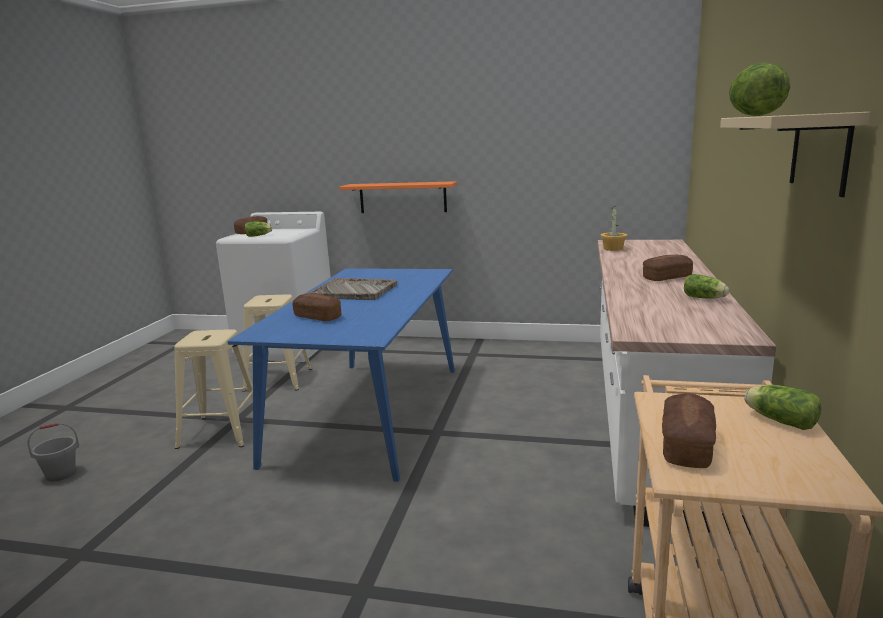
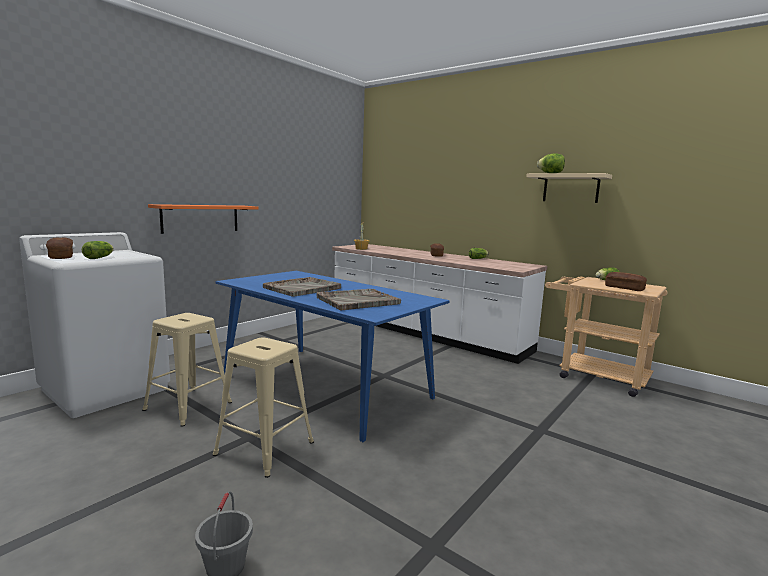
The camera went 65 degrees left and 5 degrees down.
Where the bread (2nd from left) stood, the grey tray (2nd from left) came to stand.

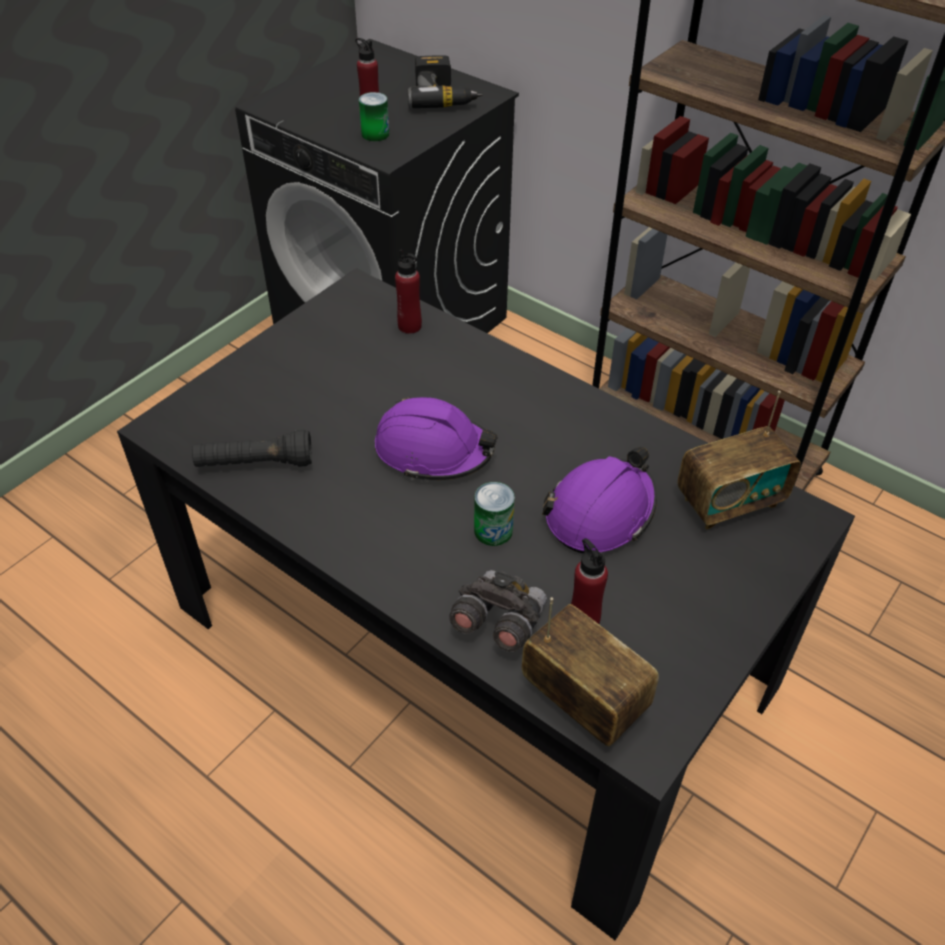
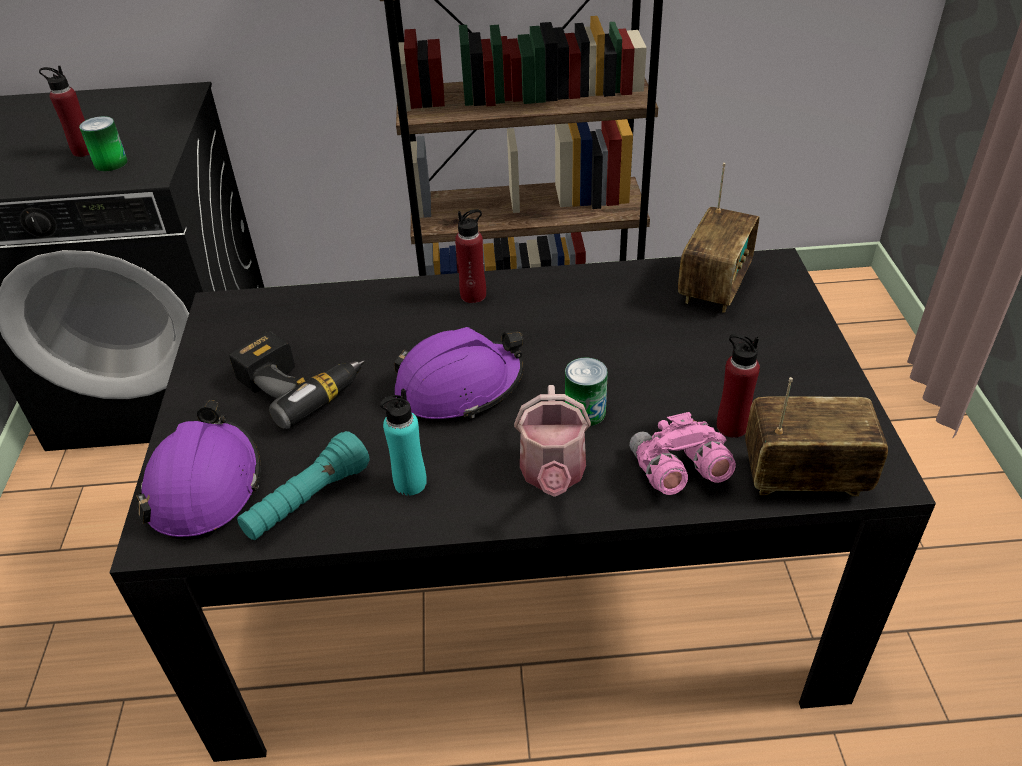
The camera went 40 degrees left and 5 degrees down.
What was the black flashlight turned into the turquoise flashlight.
The red bottle (2nd from left) ended up elsewhere.
The power drill ended up elsewhere.
What was the grey binoculars turned into the pink binoculars.
The purple hard hat (2nd from left in the first image) ended up elsewhere.
The second view gained the turquoise bottle.
The second view gained the watering can.

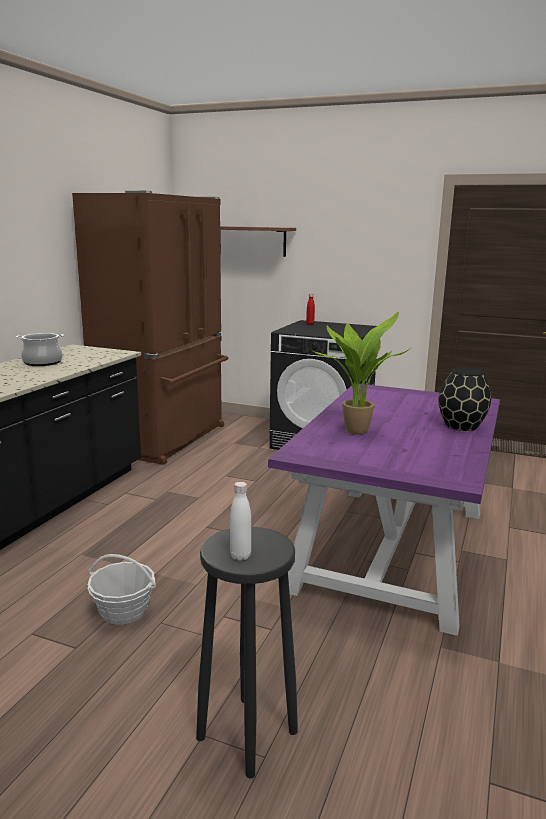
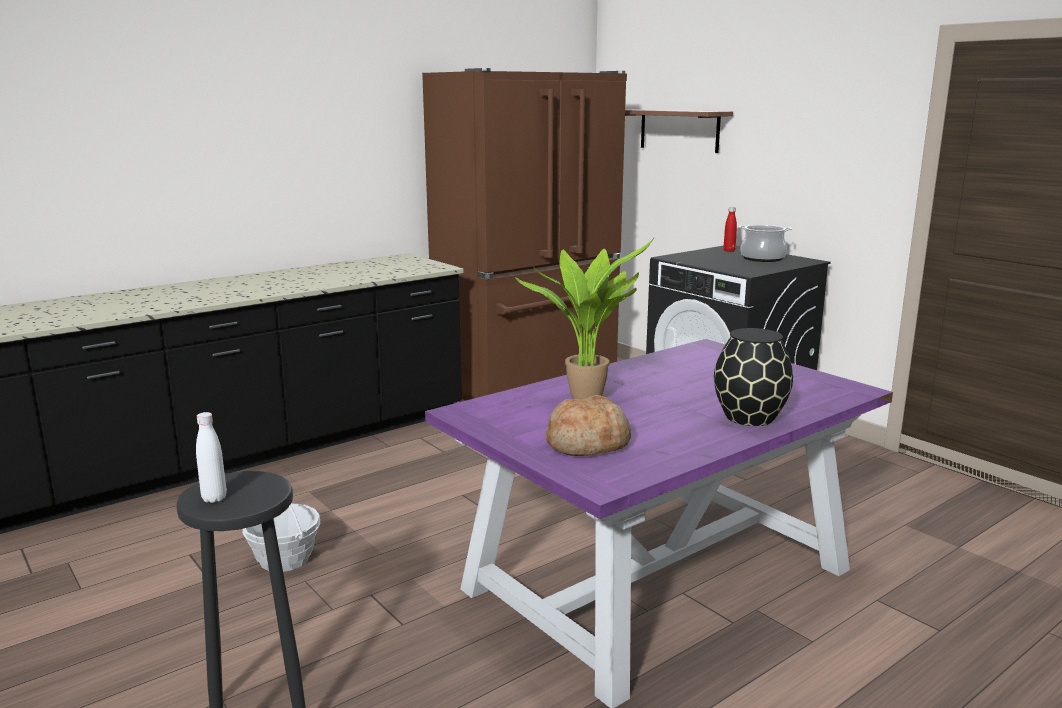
The camera went 30 degrees right and 0 degrees up.
The cooking pot ended up elsewhere.
The second view gained the bread.

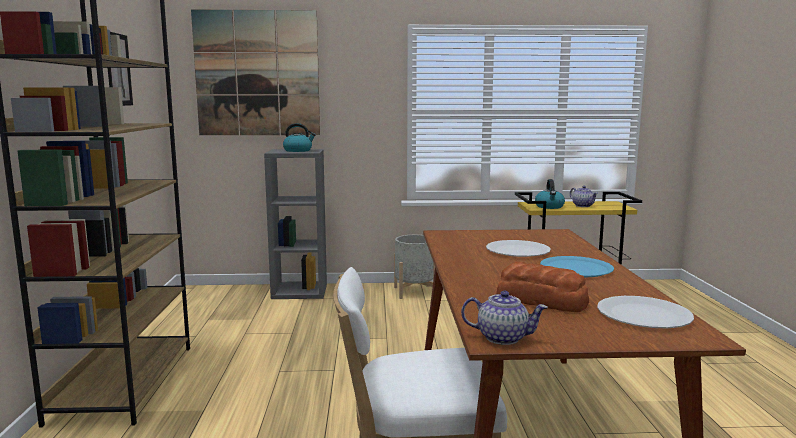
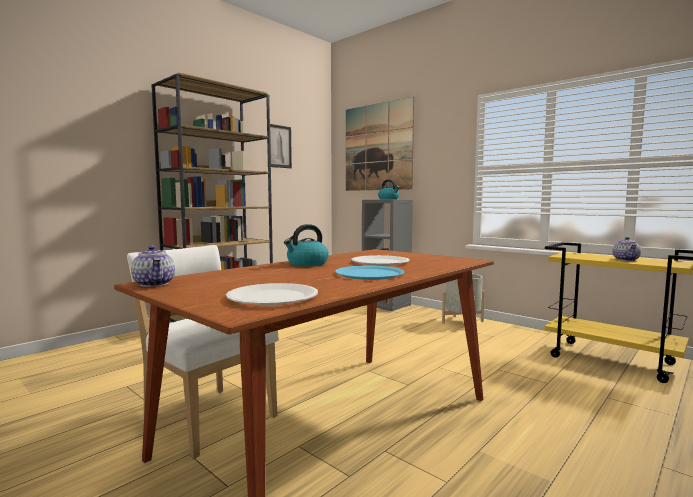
The camera went 45 degrees right and 5 degrees down.
The second view lost the bread.
The kettle (2nd from left in the first image) ended up elsewhere.

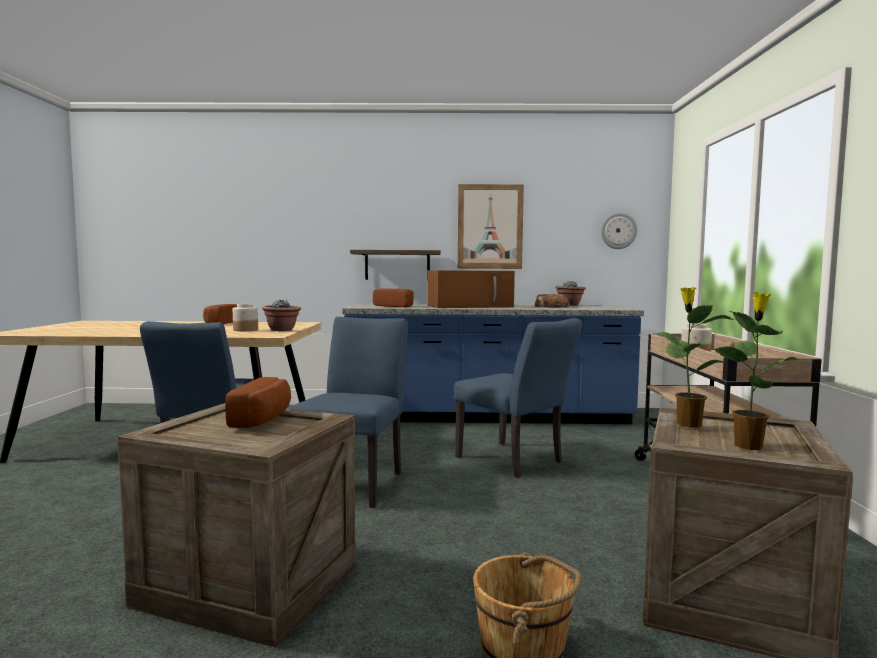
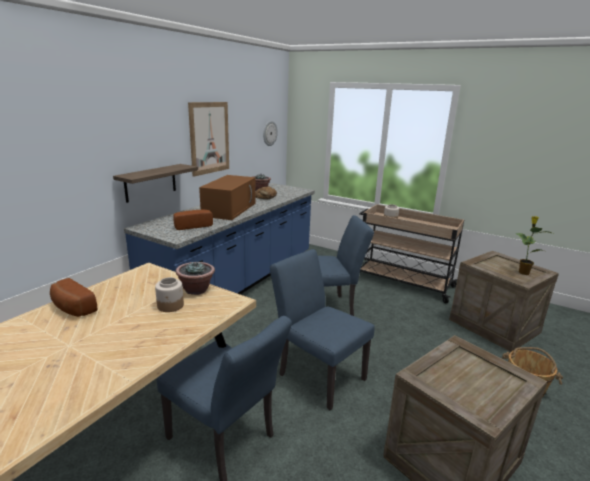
The camera went 60 degrees left and 15 degrees up.
The second view lost the bread (2nd from left).
The second view lost the potted plant (3rd from left).

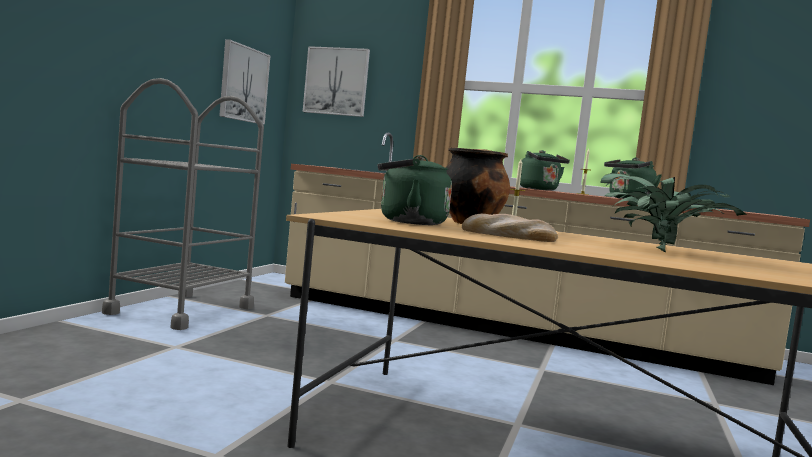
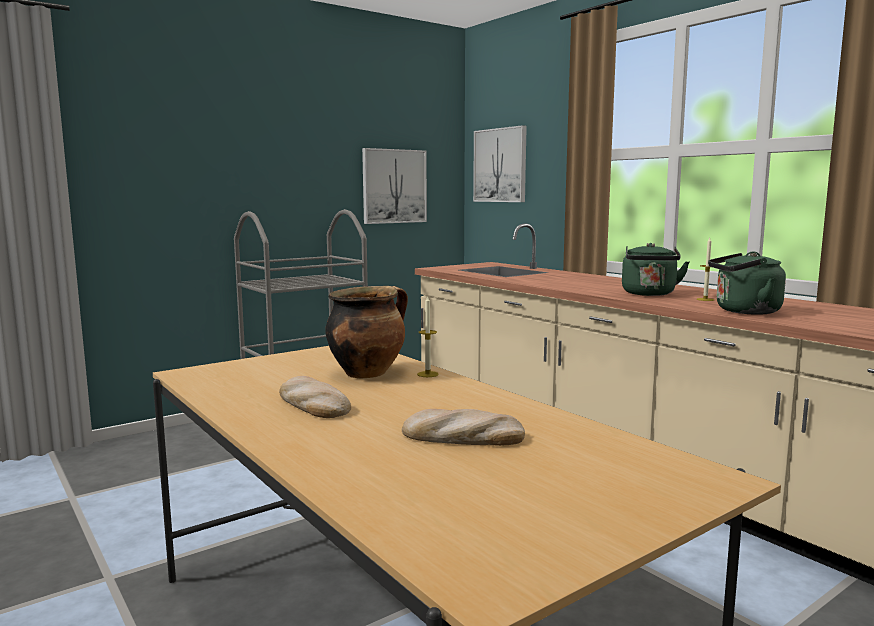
The camera went 35 degrees right and 5 degrees up.
The second view lost the green kettle (1st from left).
Where the potted plant stood, the bread (2nd from left) came to stand.

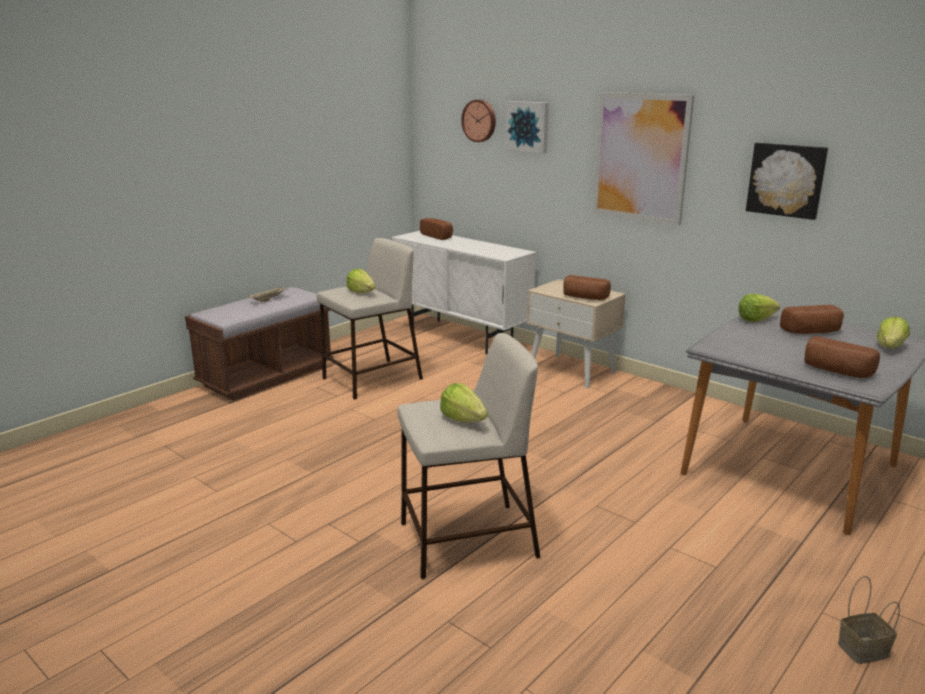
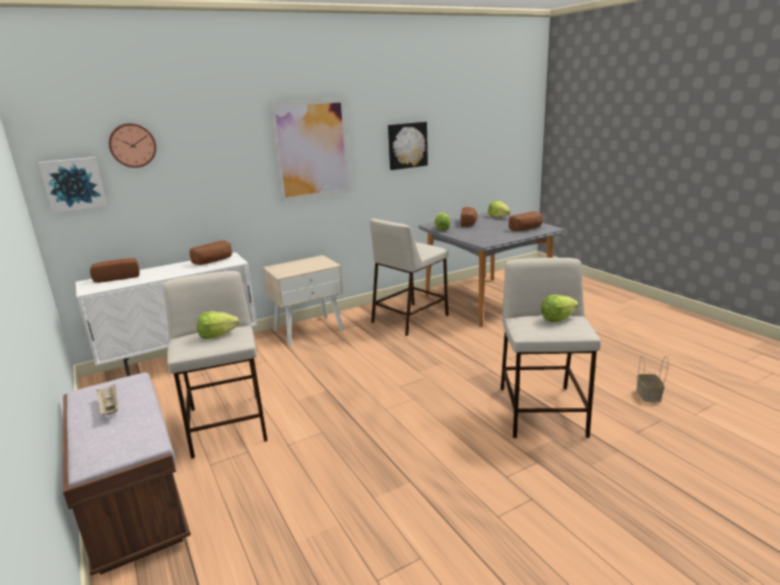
The camera went 70 degrees left and 0 degrees up.
The picture (1st from left) ended up elsewhere.
The bread (2nd from left) ended up elsewhere.
The basket ended up elsewhere.
The second view gained the beige stool (2nd from left).

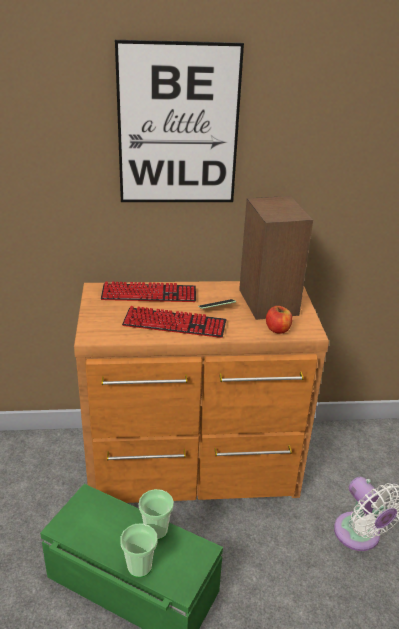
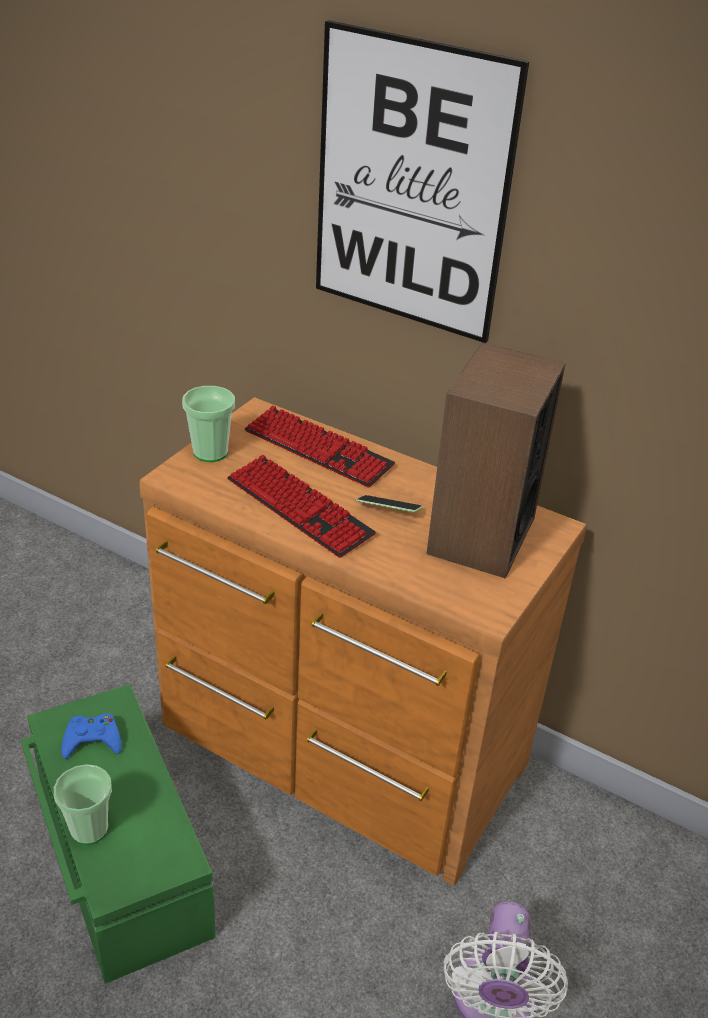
The camera went 35 degrees right and 5 degrees up.
The cup (2nd from left) ended up elsewhere.
The second view lost the apple.
The second view gained the blue game controller.

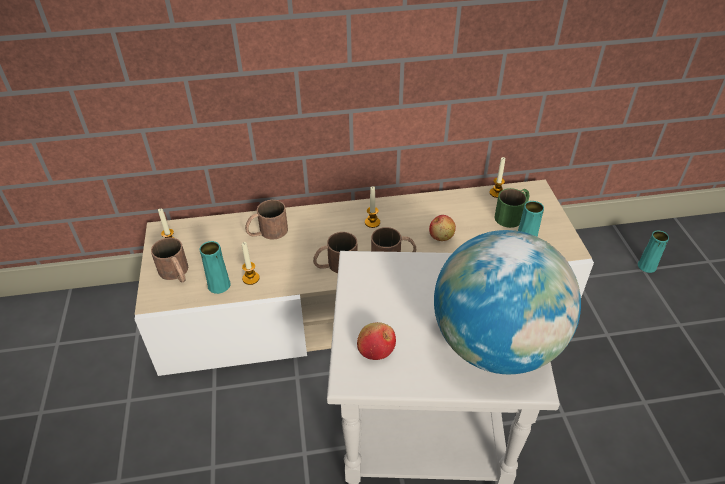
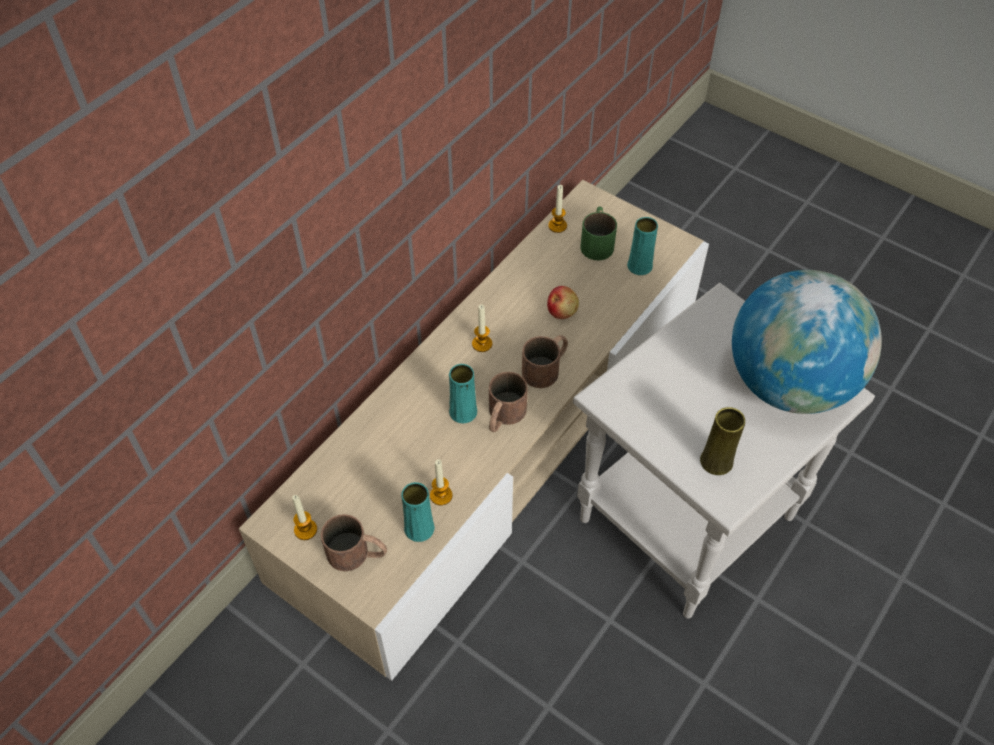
The camera went 45 degrees left and 10 degrees up.
The second view lost the brown mug (2nd from left).
Where the apple (1st from left) stood, the yellow vase came to stand.
The turquoise vase (3rd from left in the first image) ended up elsewhere.

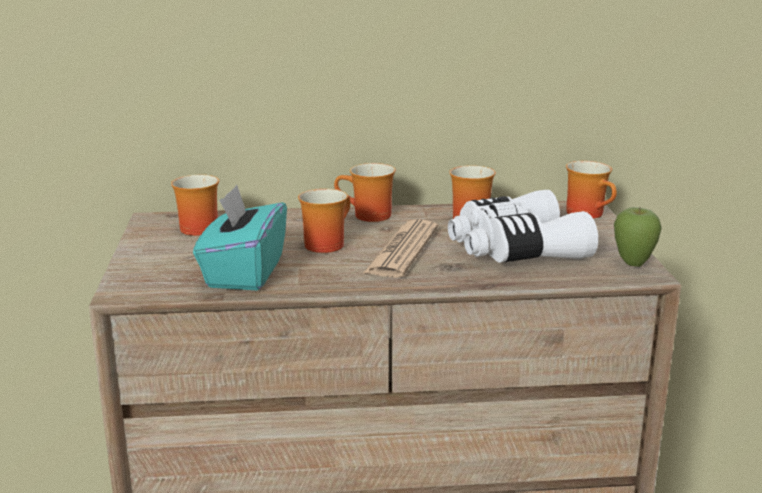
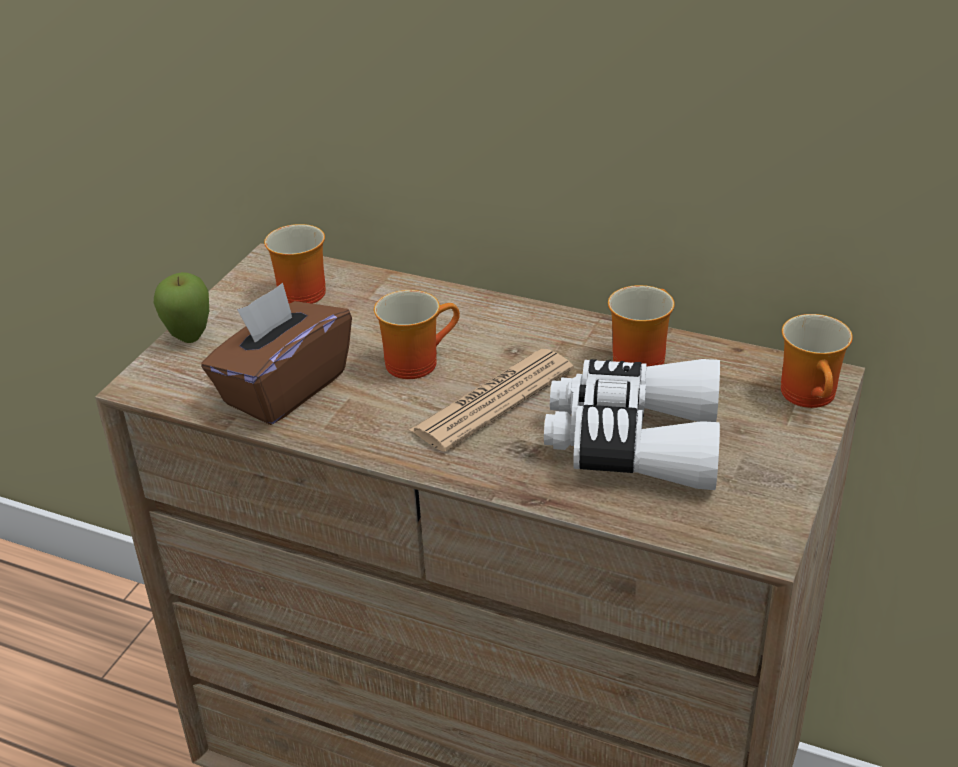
The camera went 30 degrees right and 15 degrees up.
What was the turquoise tissue box turned into the brown tissue box.
The second view lost the mug (3rd from left).
The apple ended up elsewhere.

